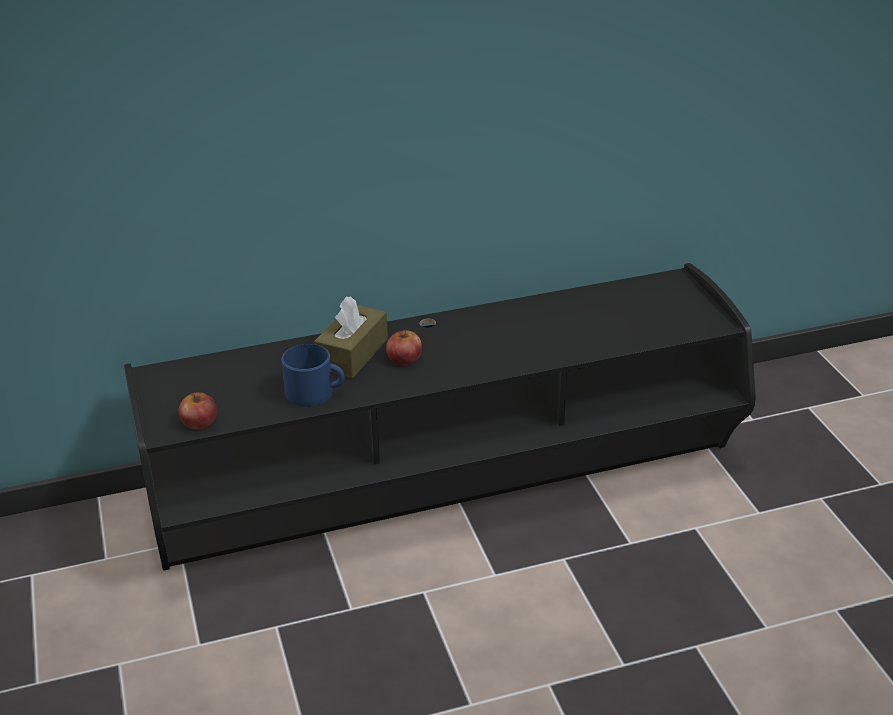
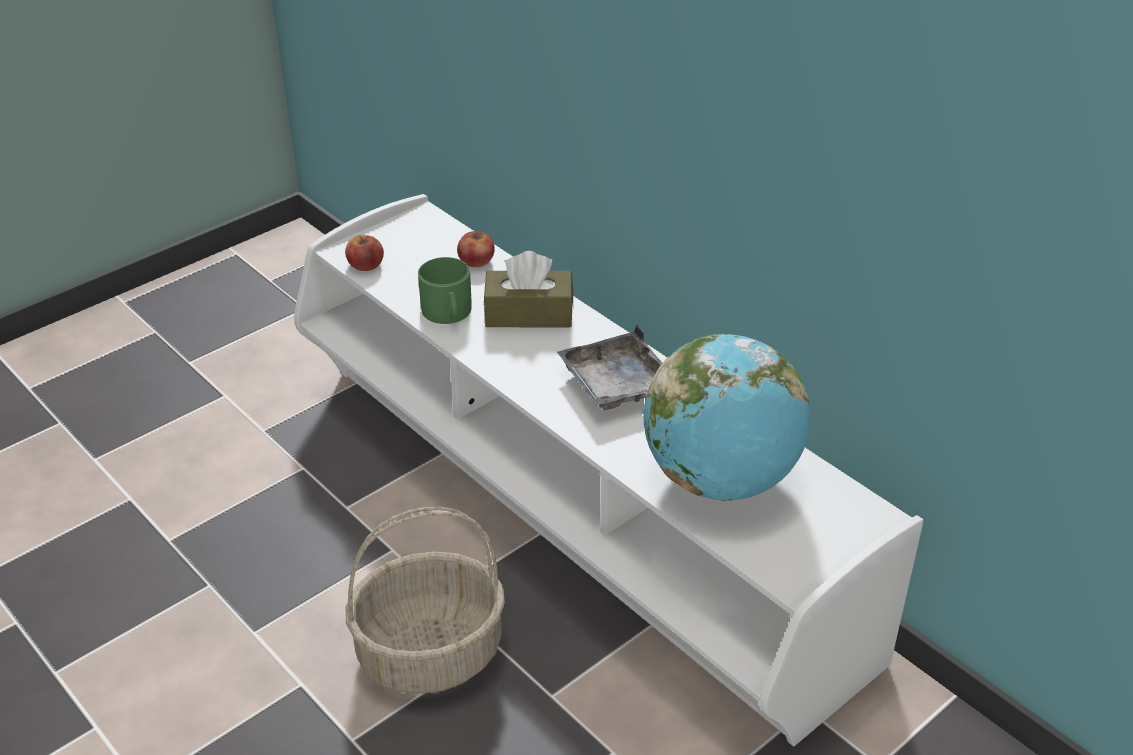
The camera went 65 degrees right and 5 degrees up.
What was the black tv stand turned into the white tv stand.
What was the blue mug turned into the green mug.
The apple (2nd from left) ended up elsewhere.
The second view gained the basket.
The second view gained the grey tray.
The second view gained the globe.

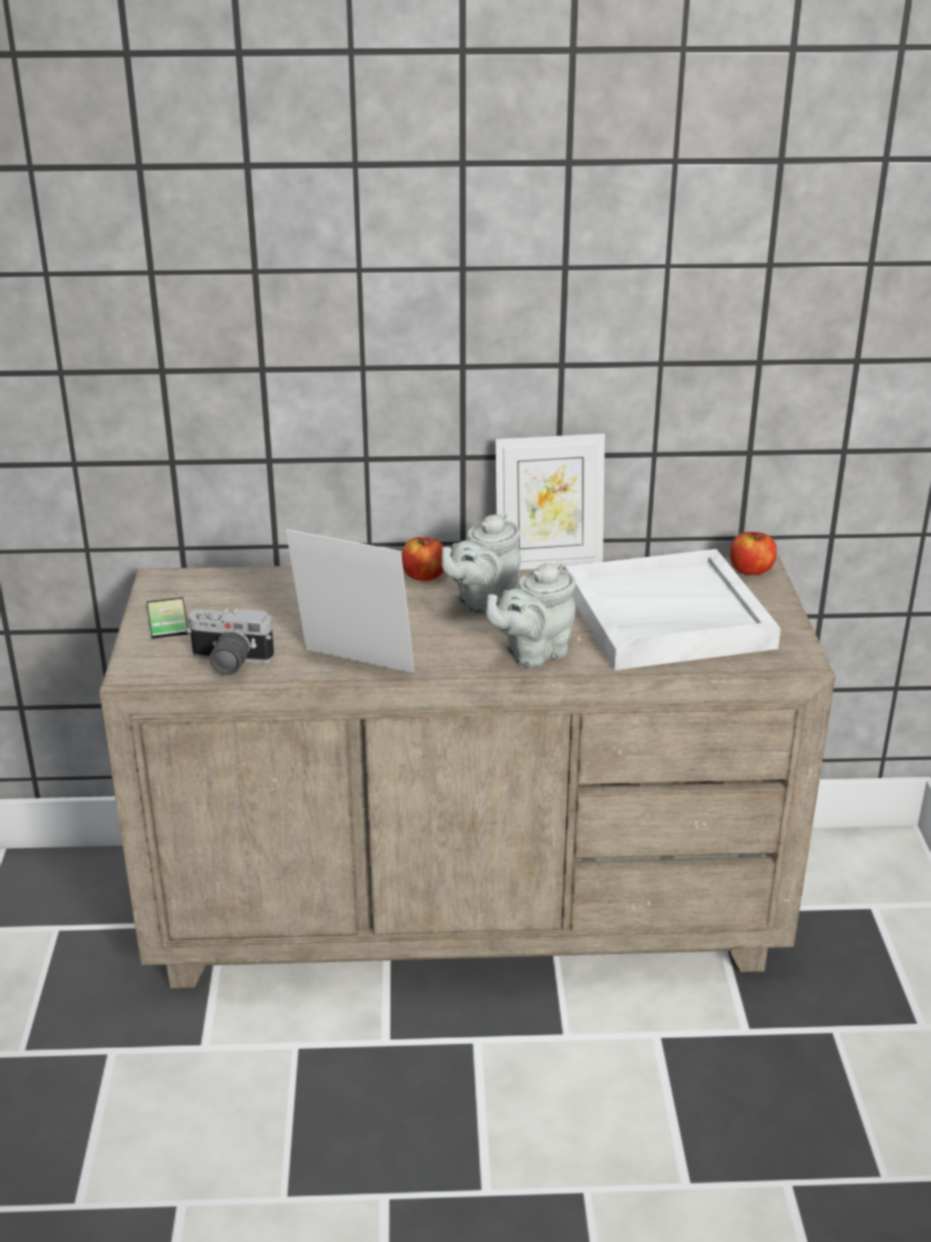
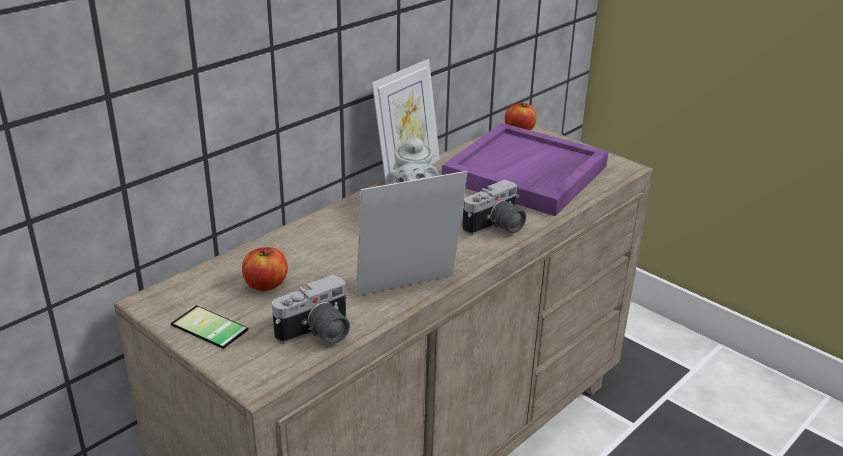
The camera went 45 degrees left and 0 degrees up.
The apple (1st from left) ended up elsewhere.
Where the grey teapot (2nd from left) stood, the photo camera (2nd from left) came to stand.
What was the white tray turned into the purple tray.

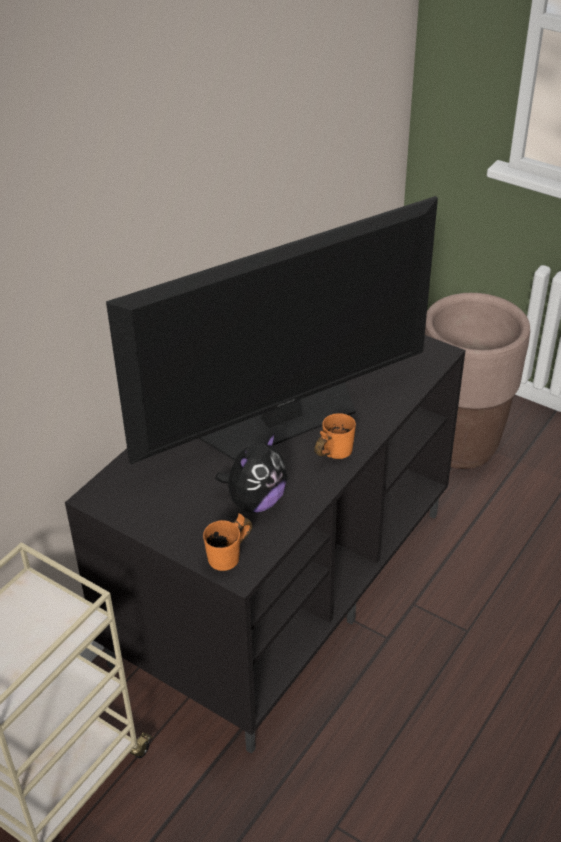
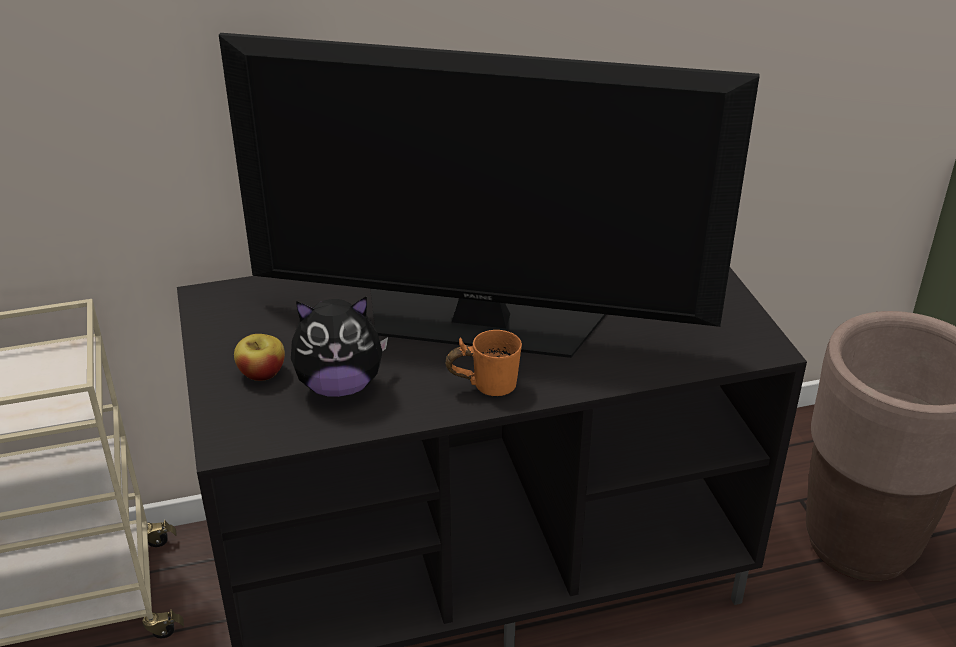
The camera went 40 degrees right and 5 degrees down.
The second view lost the orange mug (1st from left).
The second view gained the apple.

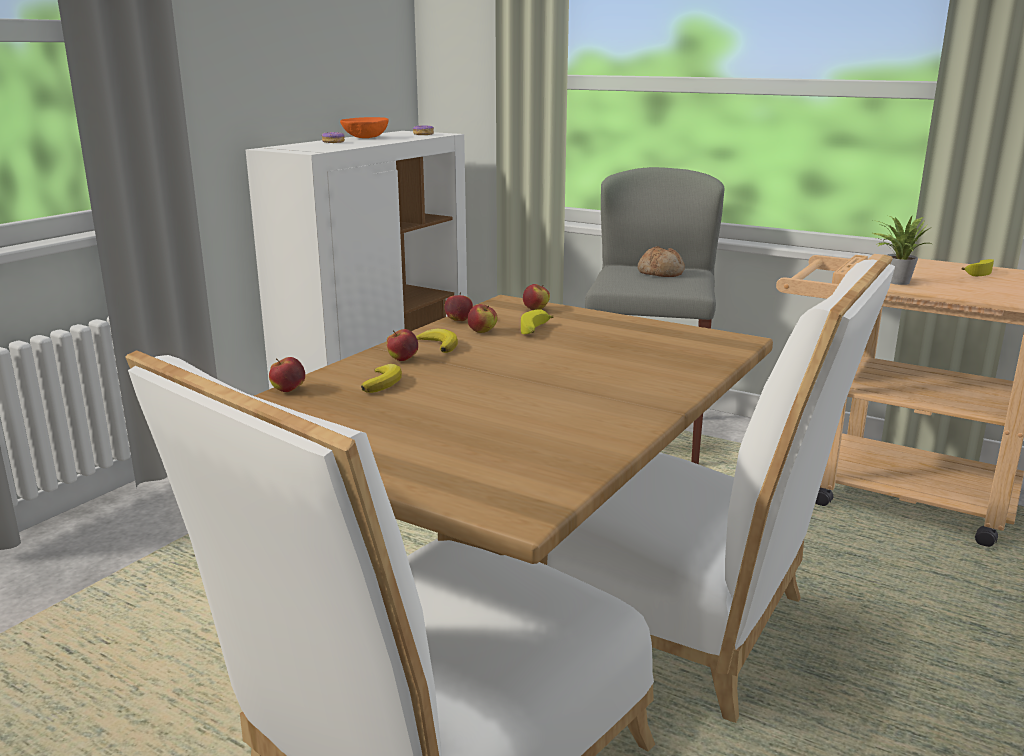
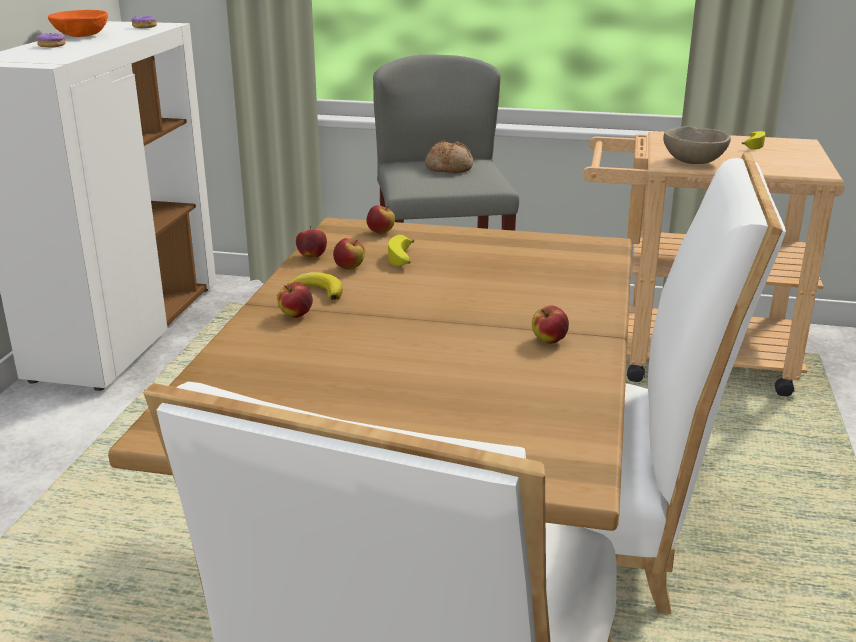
The camera went 20 degrees left and 5 degrees up.
The apple (1st from left in the first image) ended up elsewhere.
The second view lost the banana (1st from left).
Where the potted plant stood, the beige bowl came to stand.

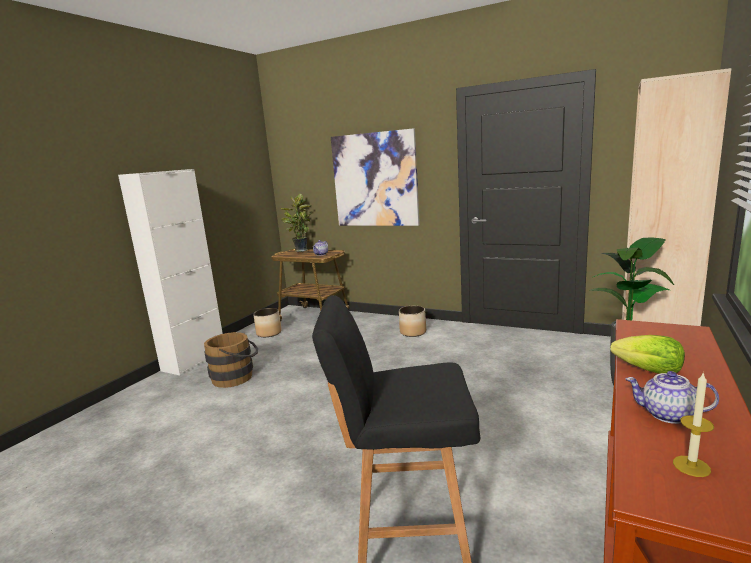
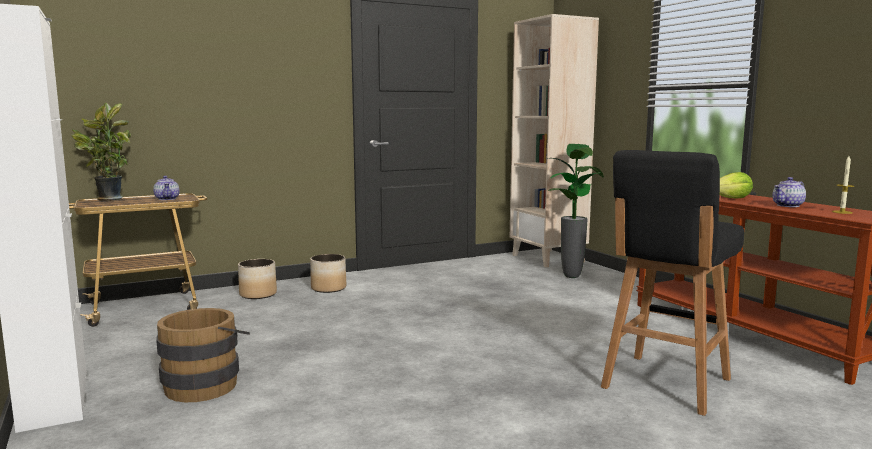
The camera went 55 degrees left and 5 degrees down.
The planter (1st from left) ended up elsewhere.
The second view lost the picture.

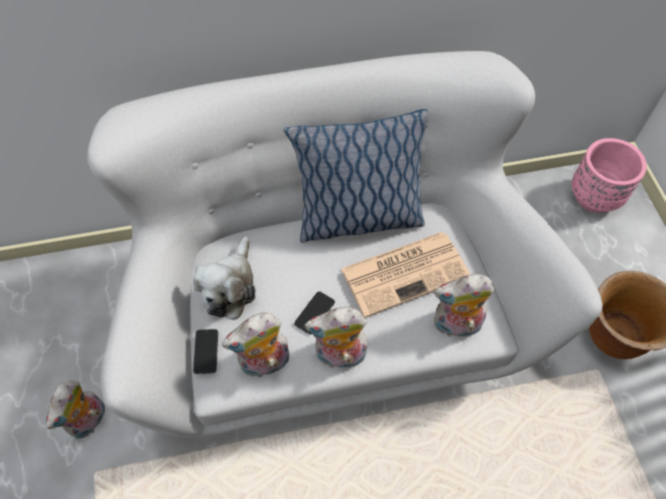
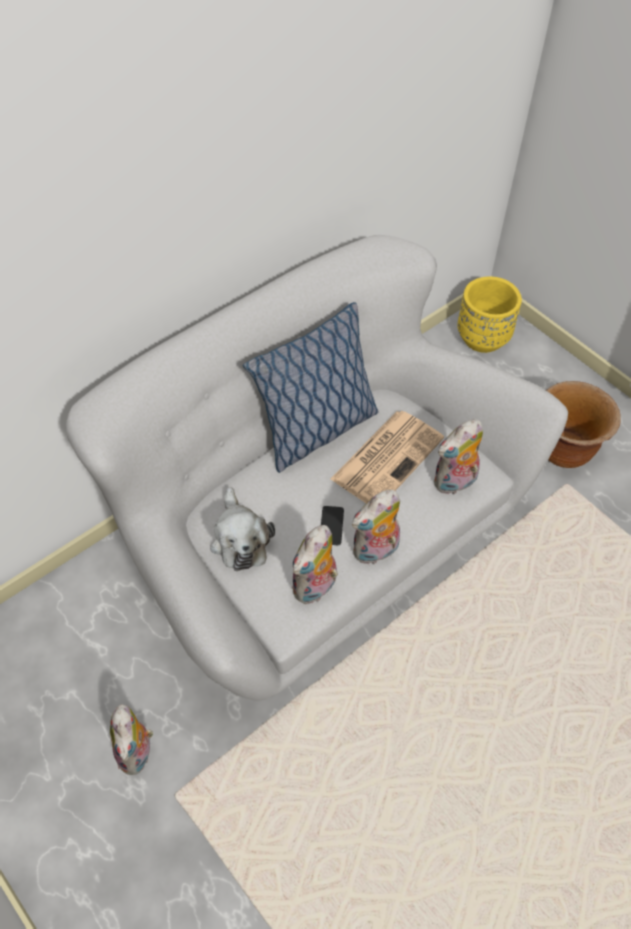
The camera went 30 degrees left and 5 degrees down.
The second view lost the phone (1st from left).
What was the pink planter turned into the yellow planter.

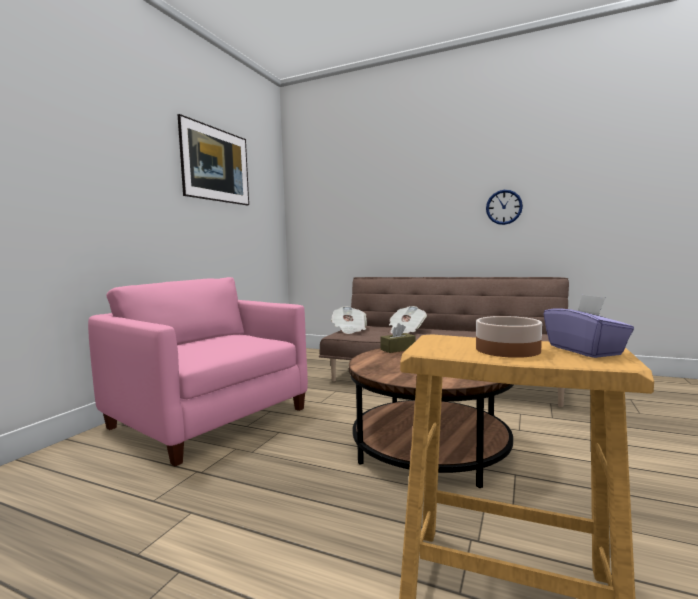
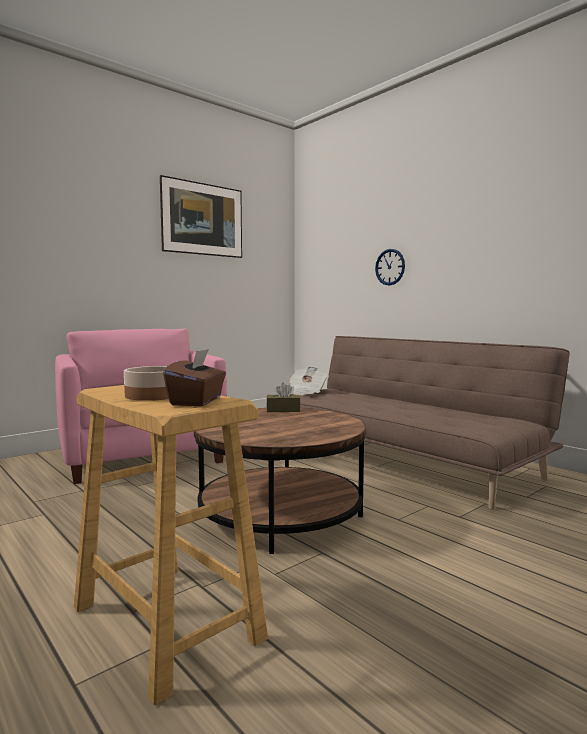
The camera went 25 degrees right and 0 degrees up.
The second view lost the newspaper (2nd from left).
The wall clock ended up elsewhere.
What was the purple tissue box turned into the brown tissue box (1st from left).

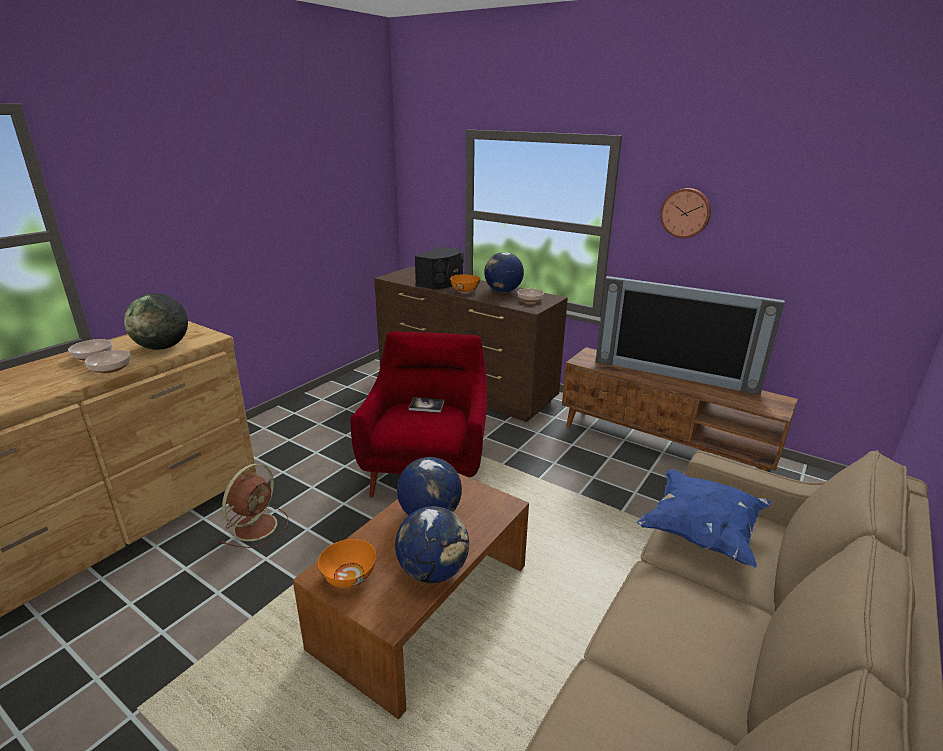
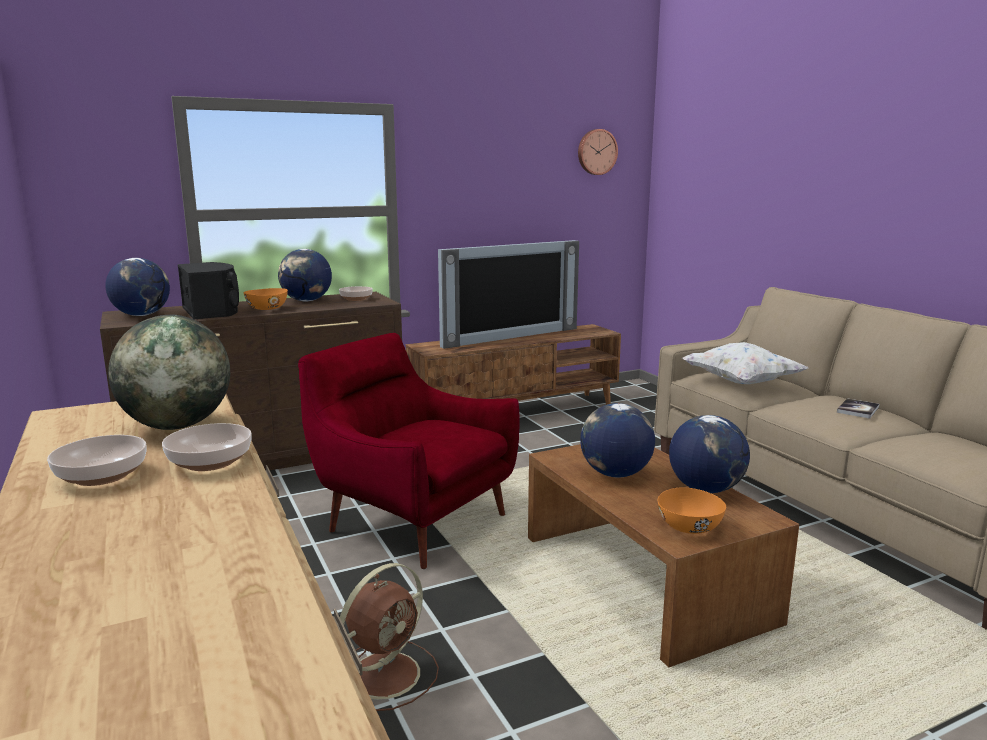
The camera went 60 degrees left and 10 degrees down.
The brown fan ended up facing another way, 75 degrees clockwise from before.
The book ended up elsewhere.
What was the blue pillow turned into the white pillow.
The wall clock ended up elsewhere.
The second view gained the globe (1st from left).

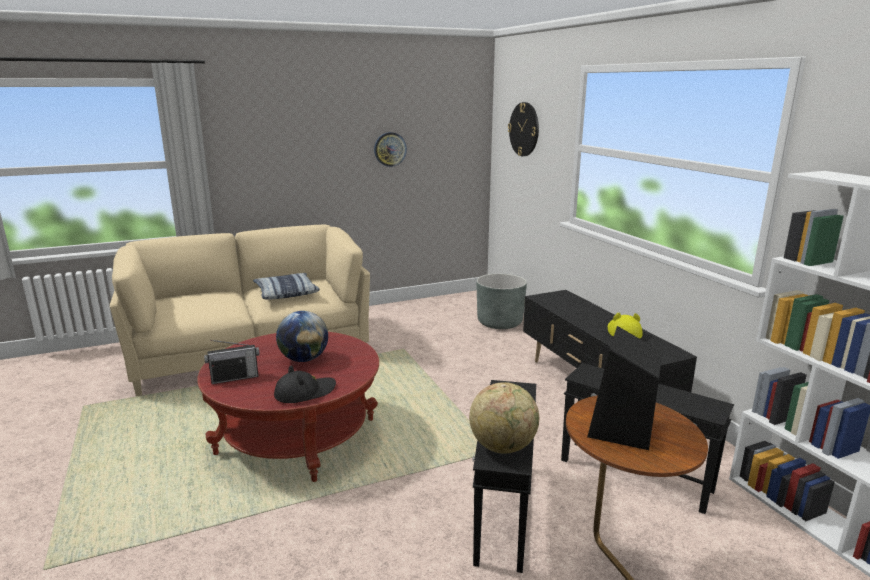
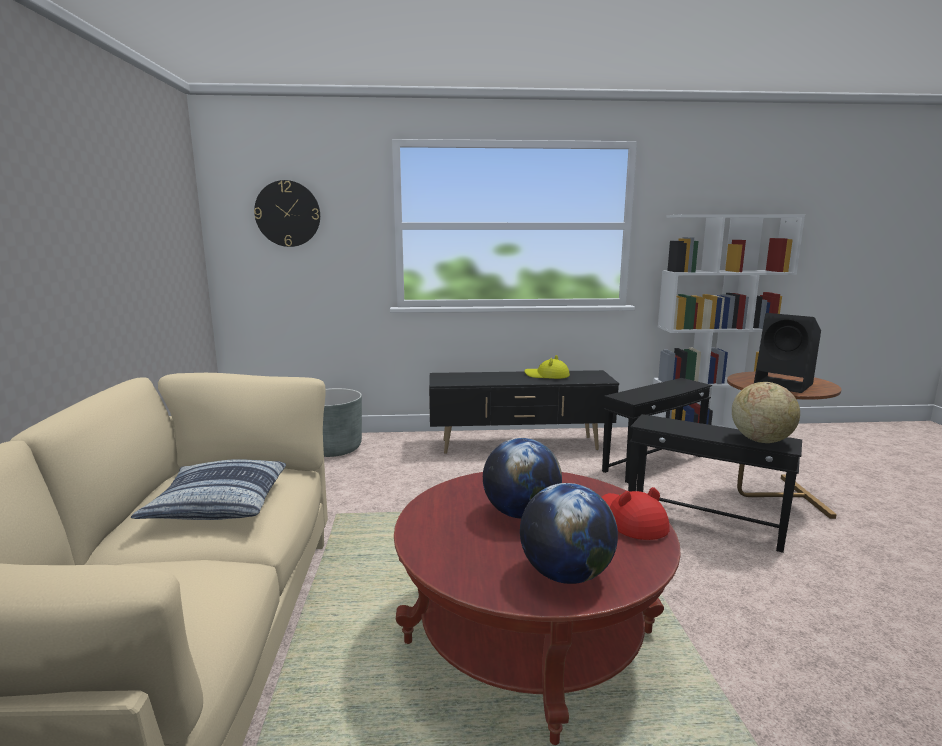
The camera went 70 degrees left and 5 degrees down.
Where the radio stood, the globe (2nd from left) came to stand.
What was the black hat turned into the red hat.
The second view lost the wall clock (1st from left).

